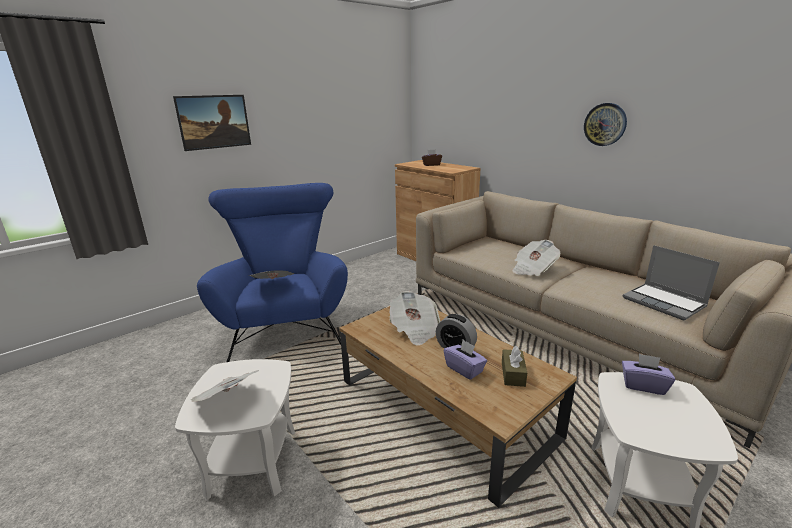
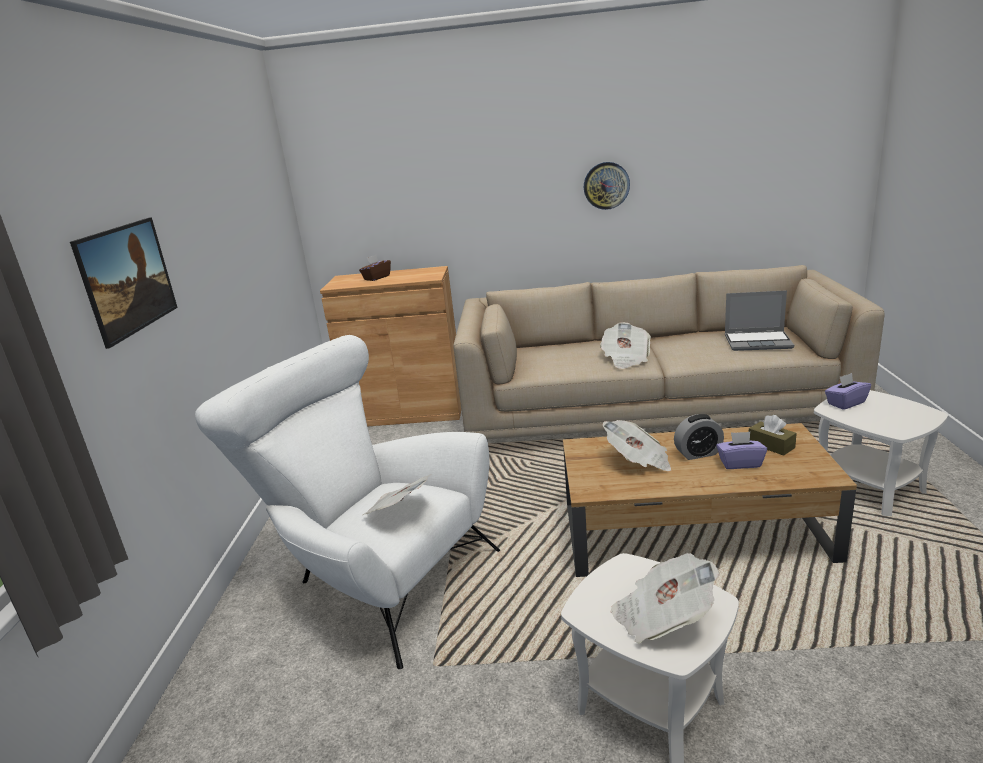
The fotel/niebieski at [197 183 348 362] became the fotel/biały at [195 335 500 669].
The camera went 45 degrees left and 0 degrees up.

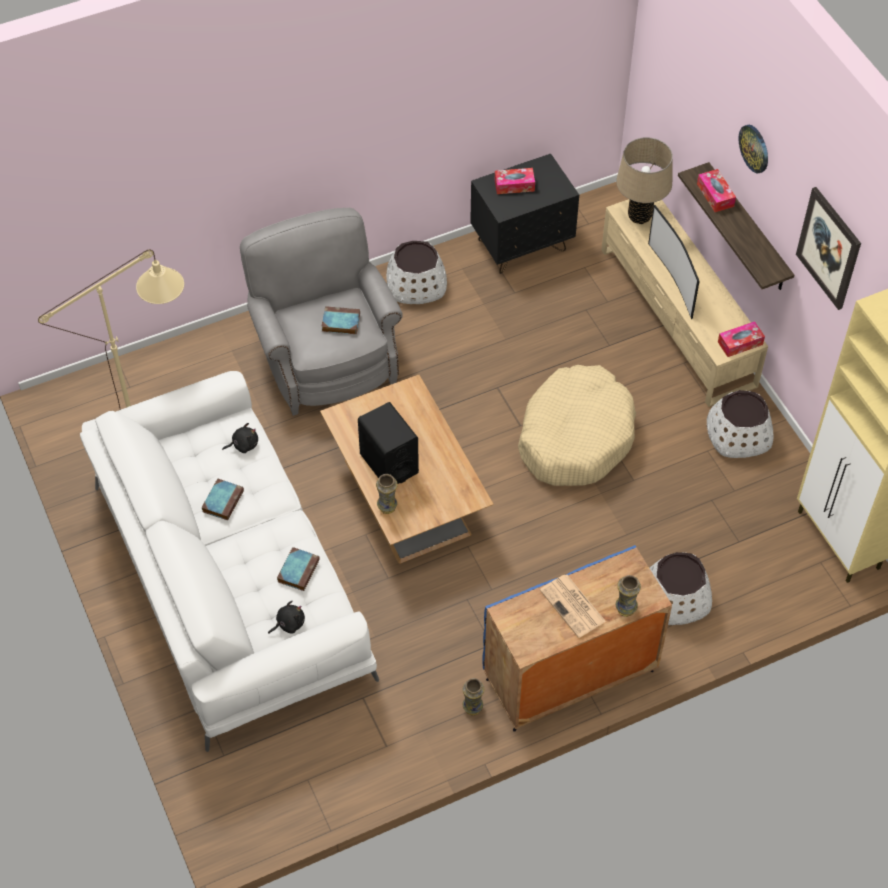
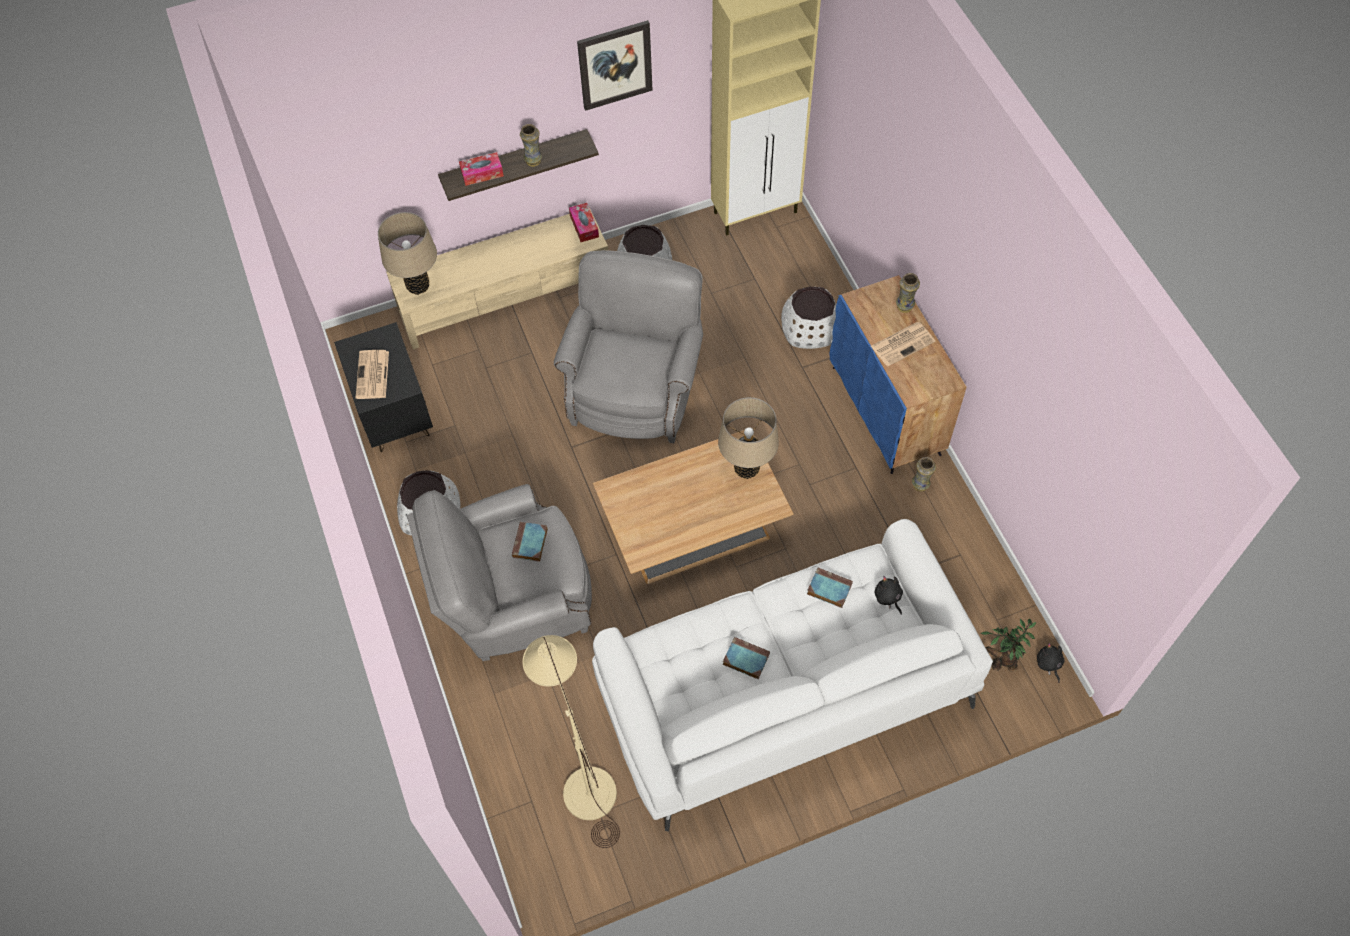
The głośnik/czarny at [358 402 419 484] disappeared.
The telewizor at [648 205 700 319] disappeared.
The zegar ścienny at [739 125 768 174] disappeared.
The lampa stołowa/beżowy at [718 397 779 479] appeared.
The roślina doniczkowa at [981 619 1037 672] appeared.
The pluszak/czarny moved from [222 423 258 453] to [1037 643 1065 683].
The wazon moved from [376 474 398 514] to [520 124 542 167].
The pudełko chusteczek at [495 168 535 194] was replaced by the gazeta at [356 350 389 399].
The legowisko/beżowy at [518 365 636 486] was replaced by the fotel/szary at [554 250 703 443].
The camera went 85 degrees left and 5 degrees up.

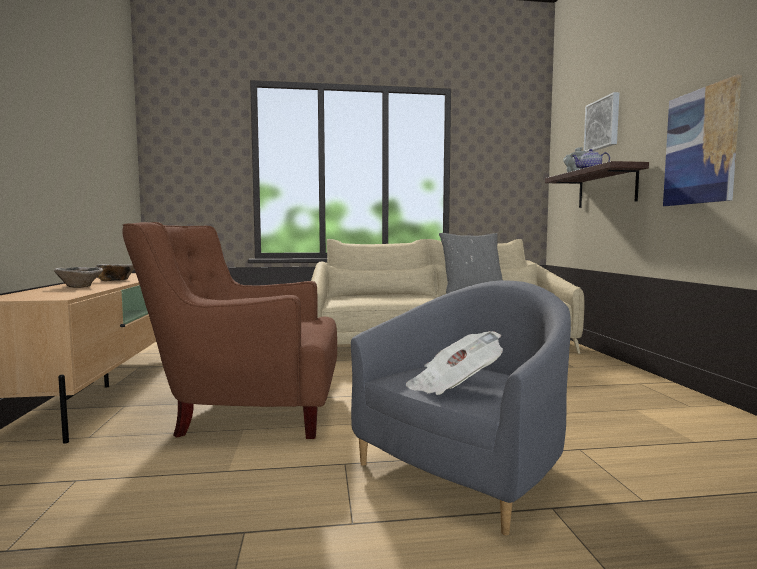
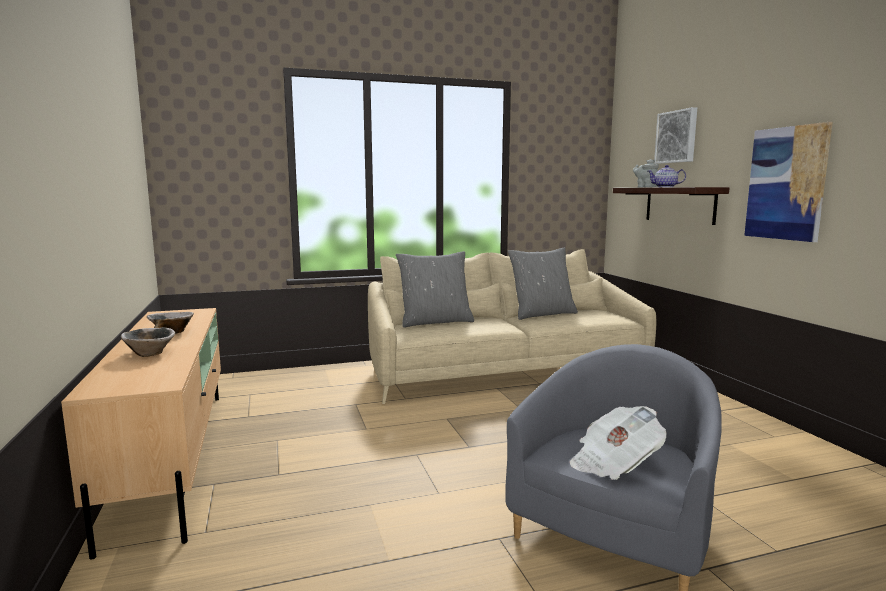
The fotel/brązowy at [122 222 337 439] disappeared.
The poduszka/szary at [396 251 474 328] appeared.
The camera went 10 degrees left and 5 degrees up.

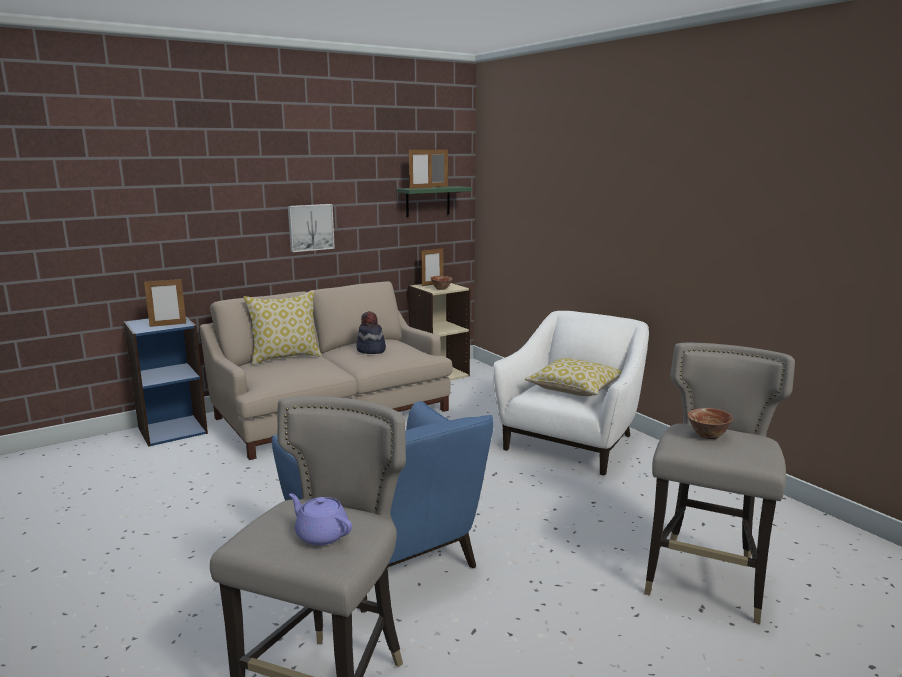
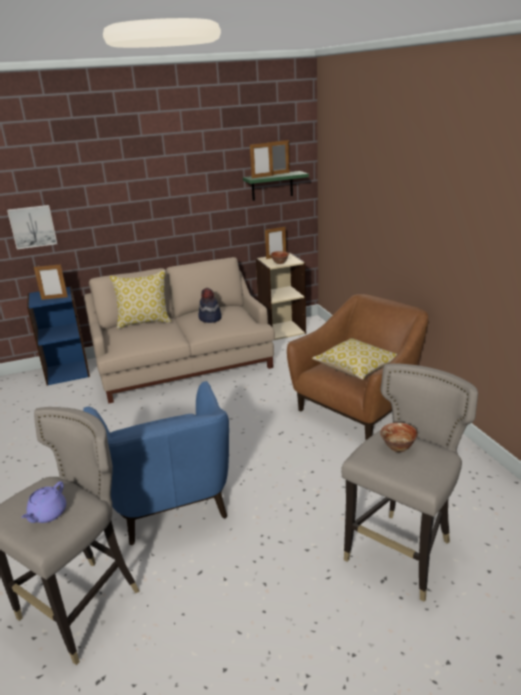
The obraz moved from [288 204 335 252] to [7 205 57 249].
The fotel/biały at [493 311 649 475] became the fotel/brązowy at [287 294 428 441].
The imbryk/fioletowy at [289 494 352 546] turned 120 degrees counterclockwise.
The camera went 15 degrees right and 10 degrees up.

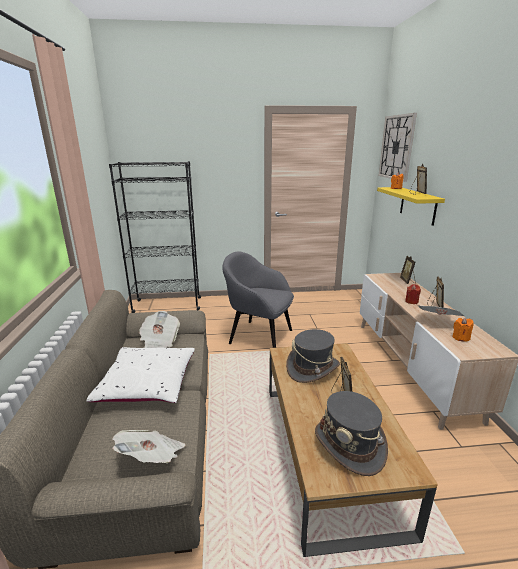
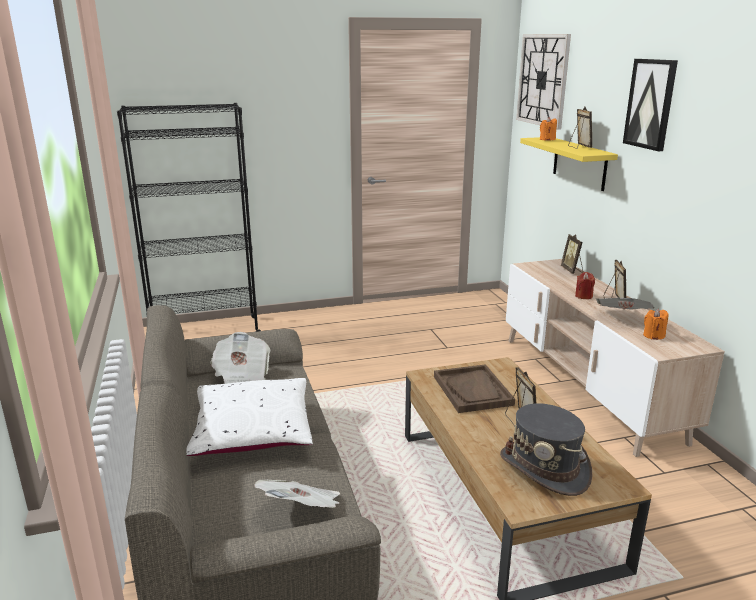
The fotel/szary at [222 252 294 348] disappeared.
The obraz at [623 59 678 151] appeared.
The kapelusz/szary at [286 329 340 383] was replaced by the taca/brązowy at [434 364 515 413].
The camera went 10 degrees left and 0 degrees up.

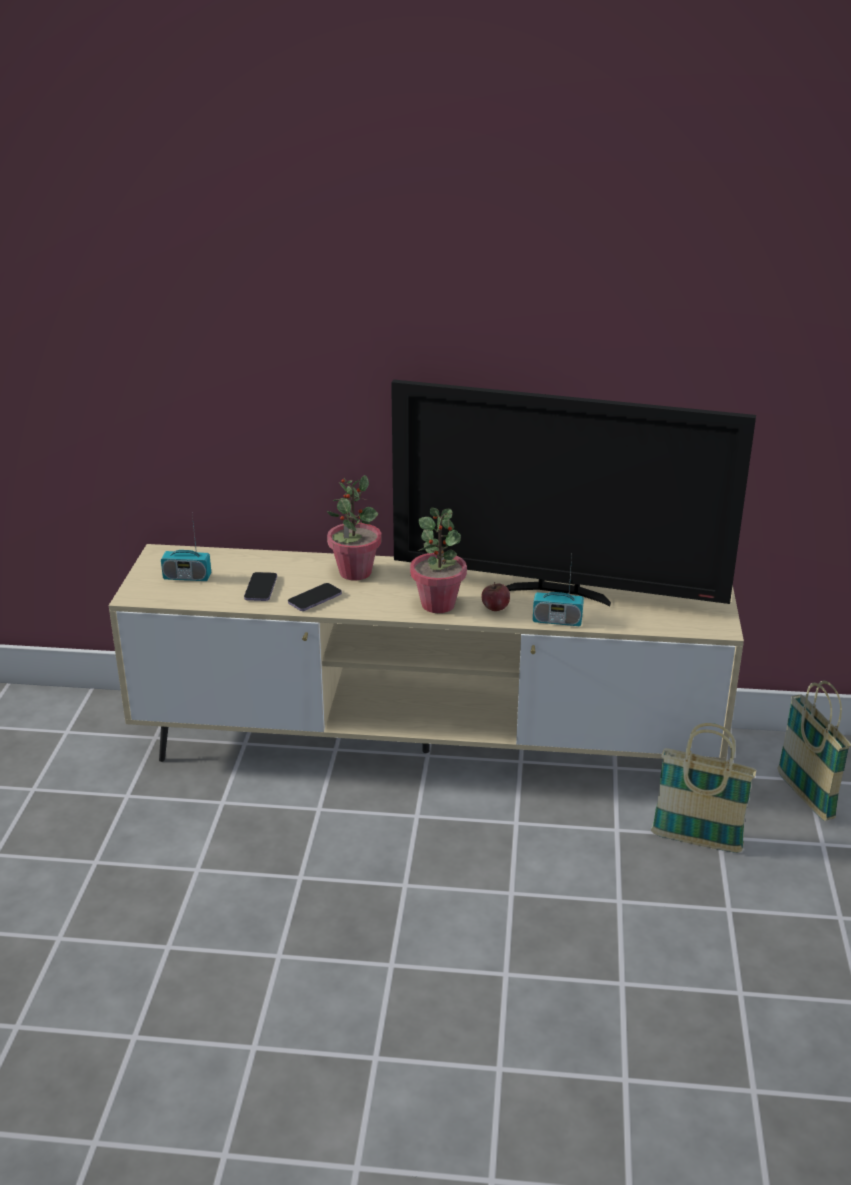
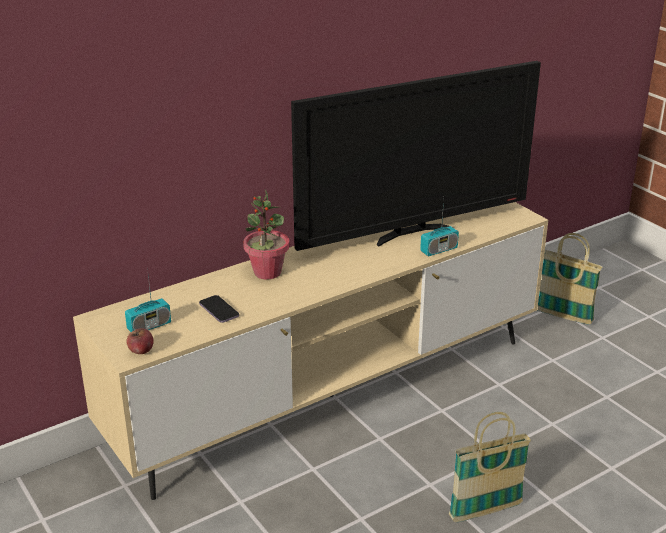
The telefon at [288 583 342 611] disappeared.
The roślina doniczkowa at [410 508 467 613] disappeared.
The jabłko moved from [481 582 510 611] to [126 328 154 354].
The koszyk moved from [651 723 756 853] to [449 412 531 522].
The camera went 40 degrees left and 0 degrees up.

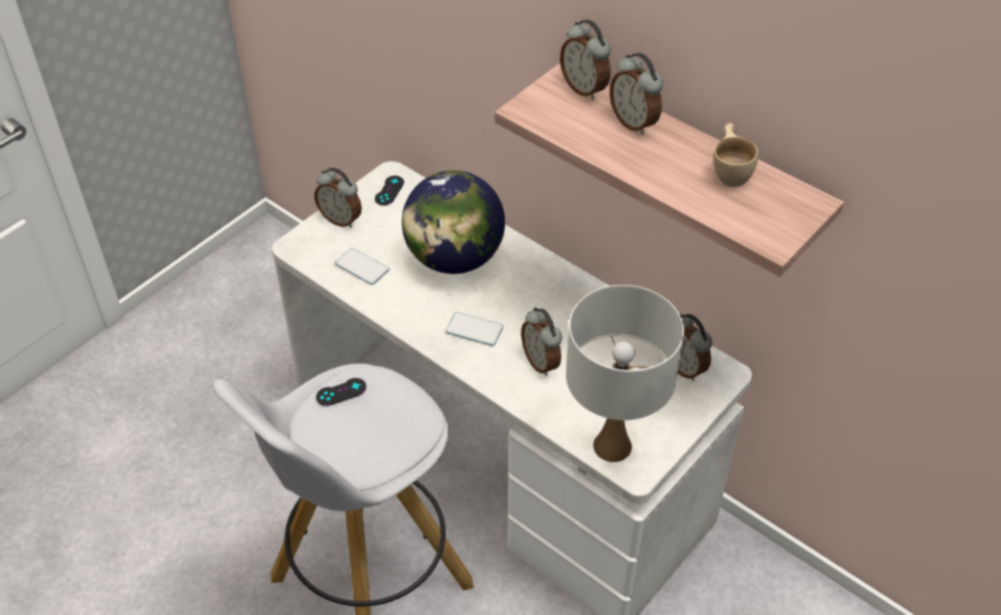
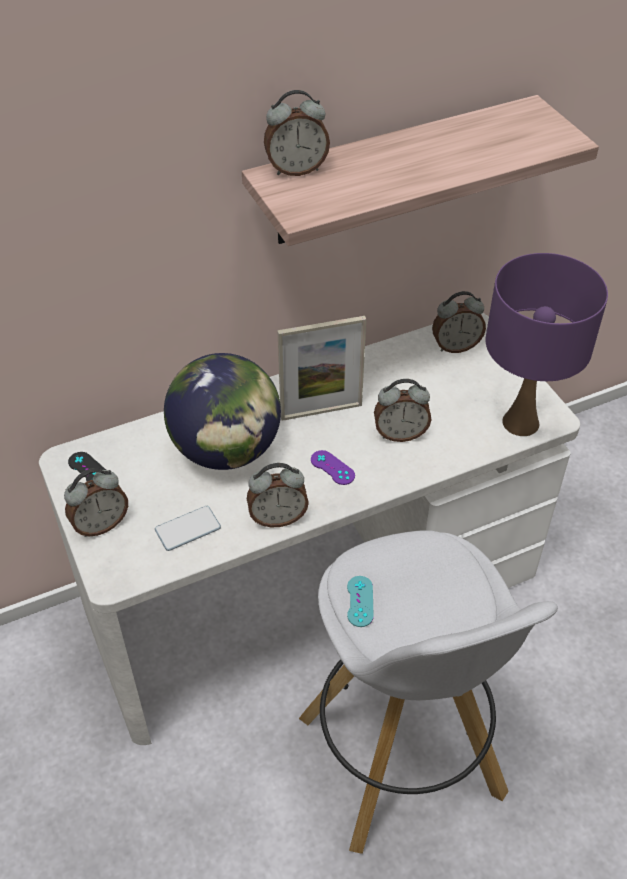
The filiżanka/beżowy at [713 123 758 187] disappeared.
The ramka na zdjęcie at [277 316 366 421] appeared.
The budzik moved from [610 53 663 135] to [247 463 309 527].
The telefon at [446 312 503 346] was replaced by the pad do gier/fioletowy at [311 450 355 485].
The pad do gier/czarny at [316 378 366 406] became the pad do gier/turkusowy at [347 576 374 627].
The lampa stołowa/biały at [566 285 684 462] became the lampa stołowa/fioletowy at [485 253 608 436].
The camera went 65 degrees left and 0 degrees up.

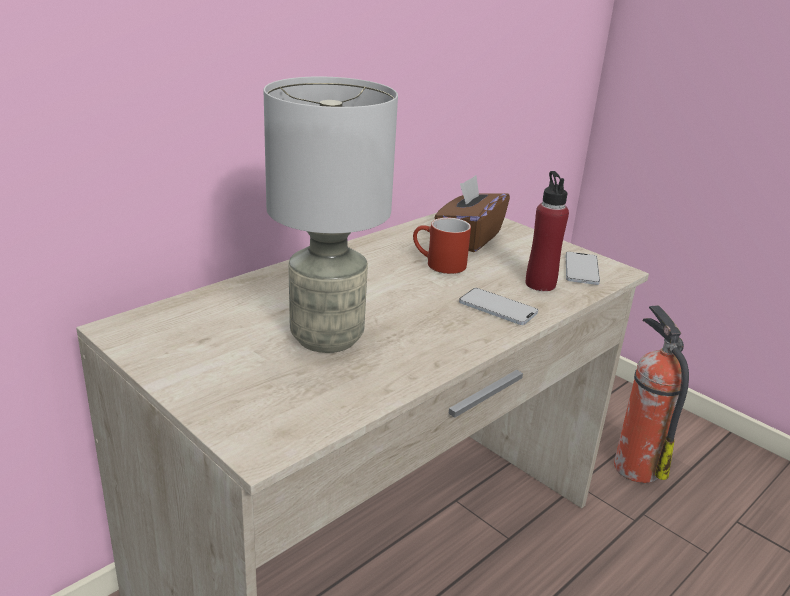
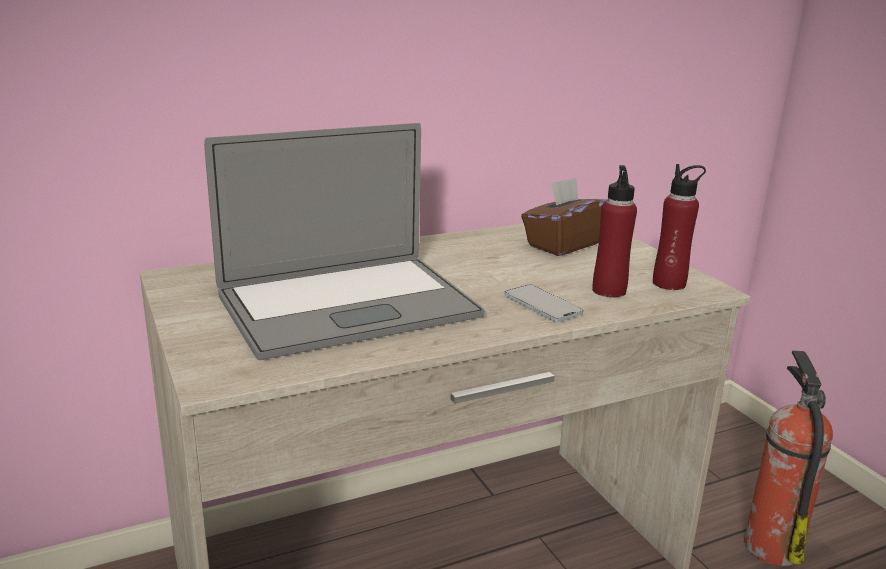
The kubek/czerwony at [413 218 471 274] disappeared.
The lampa stołowa/szary at [264 76 398 353] was replaced by the laptop at [204 123 485 360].
The telefon at [566 252 600 285] was replaced by the butelka/czerwony at [653 164 706 290].
The camera went 20 degrees right and 5 degrees down.

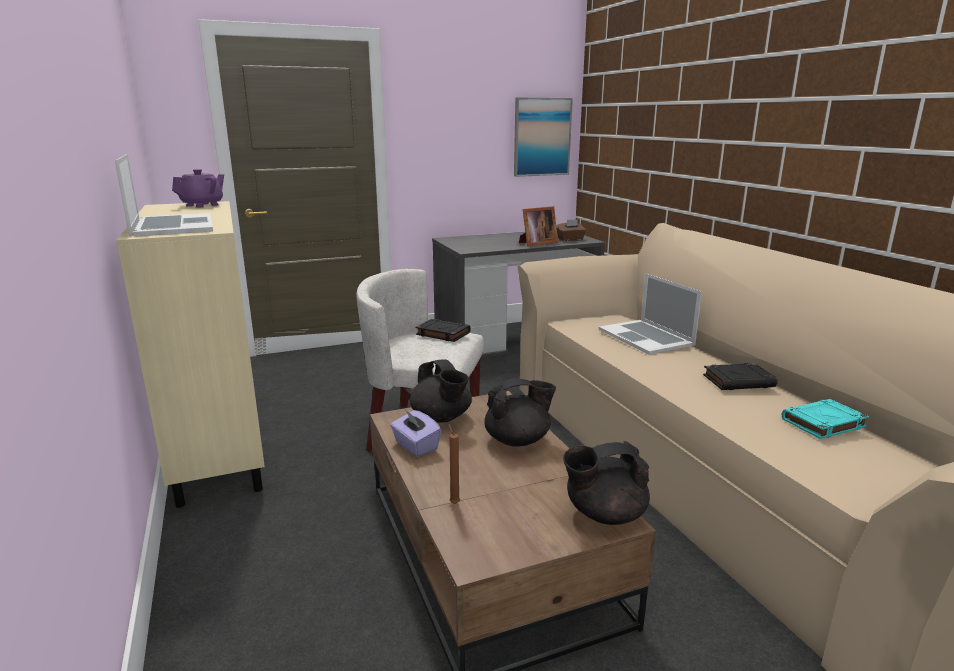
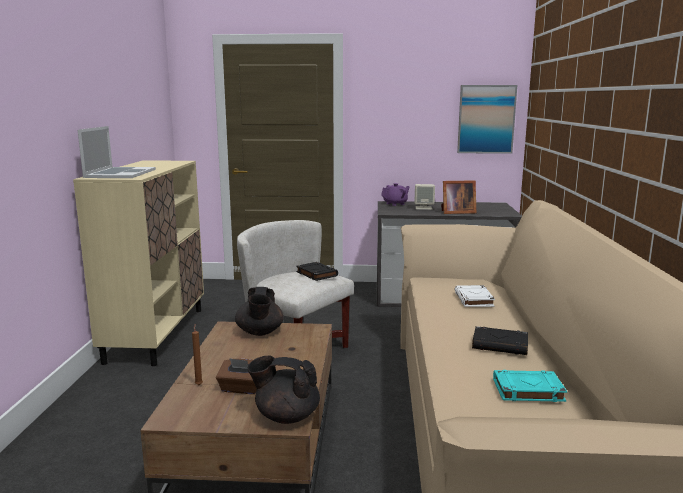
The pudełko chusteczek/fioletowy at [390 409 441 457] disappeared.
The imbryk/czarny at [484 379 556 447] disappeared.
The głośnik/beżowy at [415 184 435 210] appeared.
The imbryk/fioletowy moved from [172 169 224 208] to [381 183 410 206].
The pudełko chusteczek/brązowy moved from [556 219 586 241] to [216 358 257 394].
The laptop at [598 273 702 355] was replaced by the książka/biały at [455 285 495 307].
The camera went 25 degrees right and 5 degrees down.

